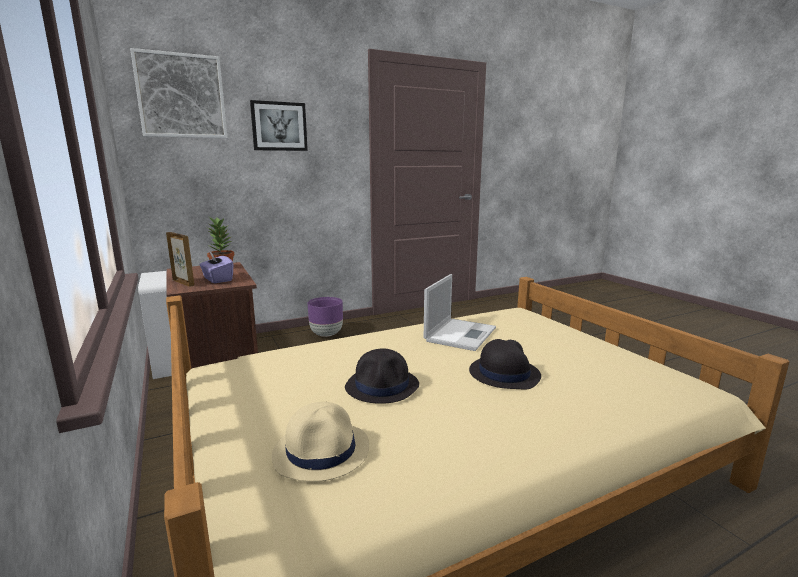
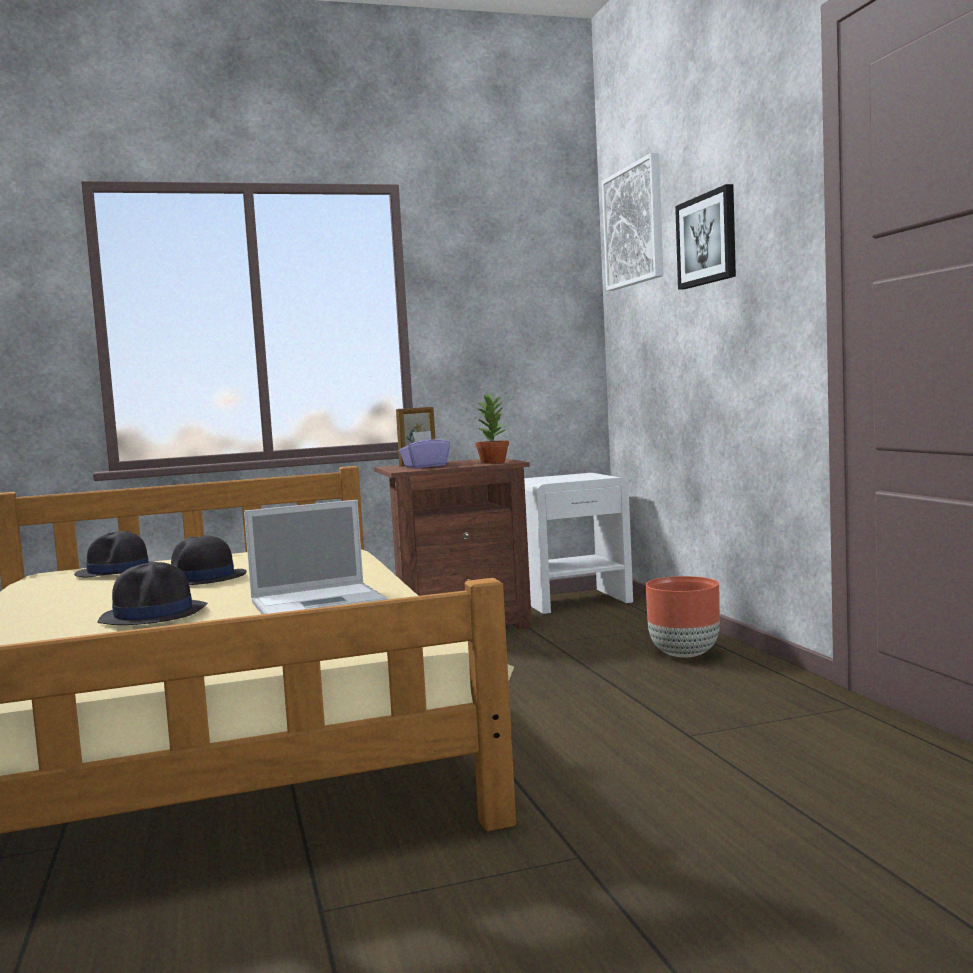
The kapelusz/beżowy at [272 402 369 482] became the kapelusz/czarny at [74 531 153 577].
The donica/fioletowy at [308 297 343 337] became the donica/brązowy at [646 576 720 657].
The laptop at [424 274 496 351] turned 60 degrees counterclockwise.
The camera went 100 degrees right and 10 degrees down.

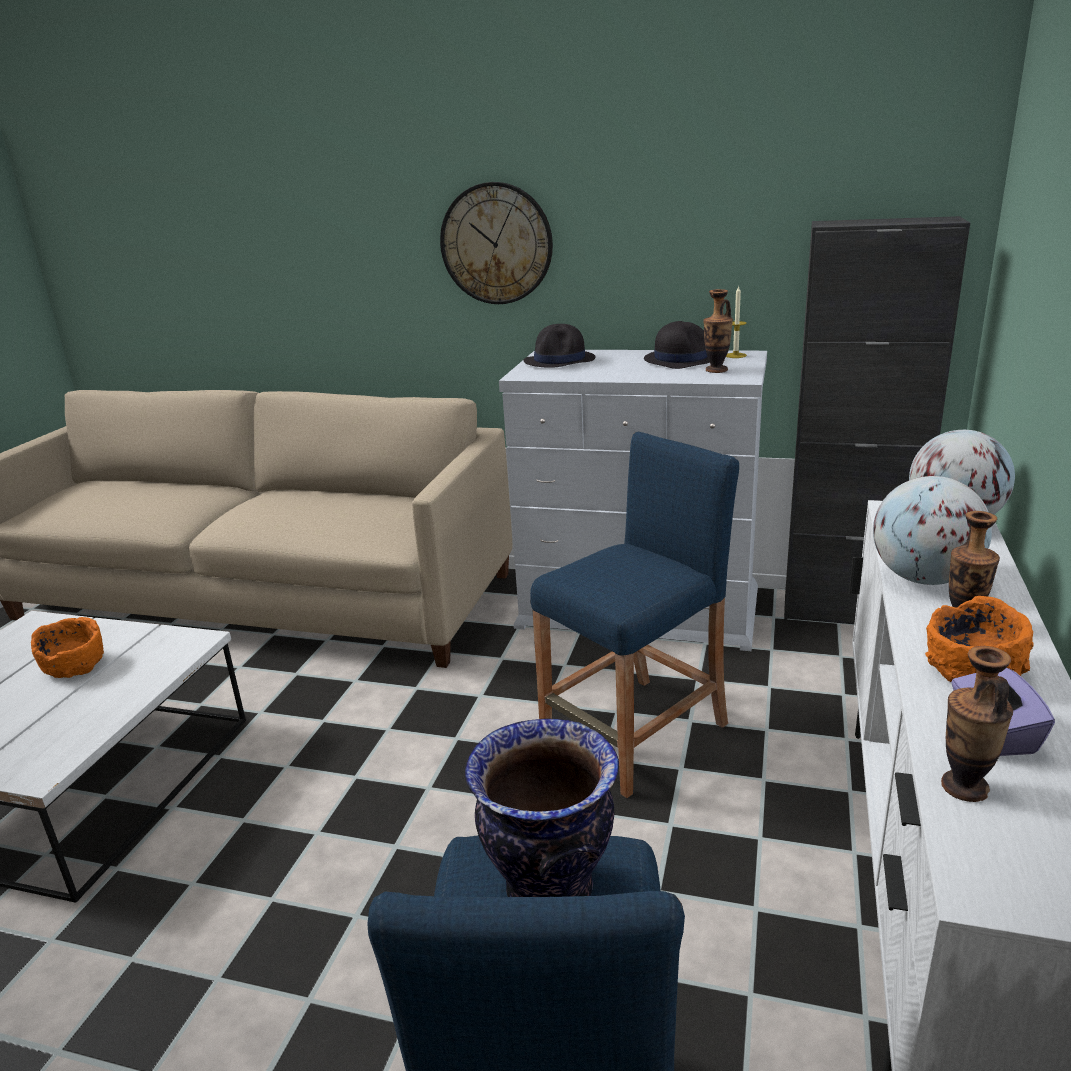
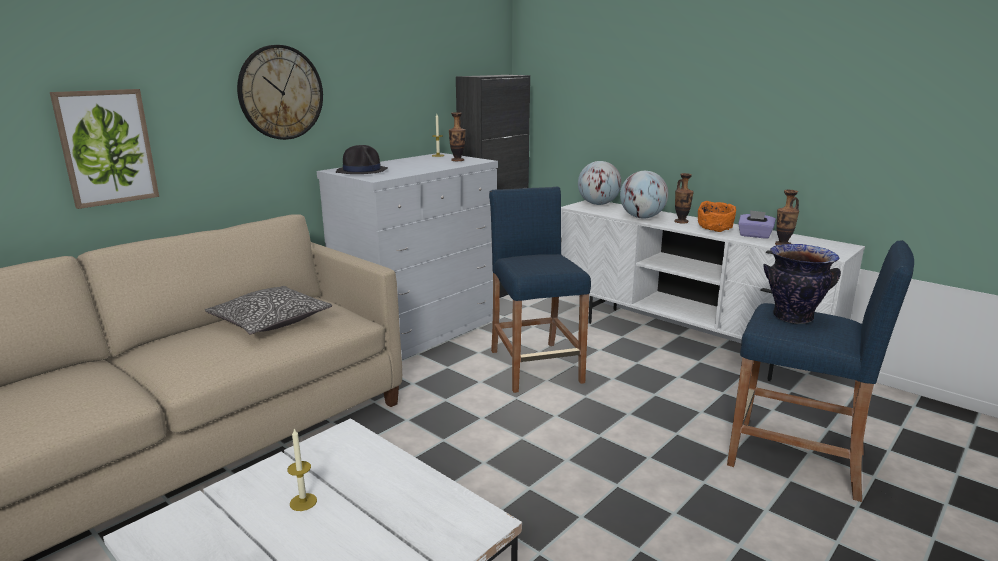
The kapelusz/czarny at [644 321 710 369] disappeared.
The obraz at [50 89 159 209] appeared.
The poduszka at [205 286 332 334] appeared.
The miska/pomarańczowy at [31 617 104 678] was replaced by the świeca at [287 428 317 511].
The camera went 65 degrees left and 5 degrees down.

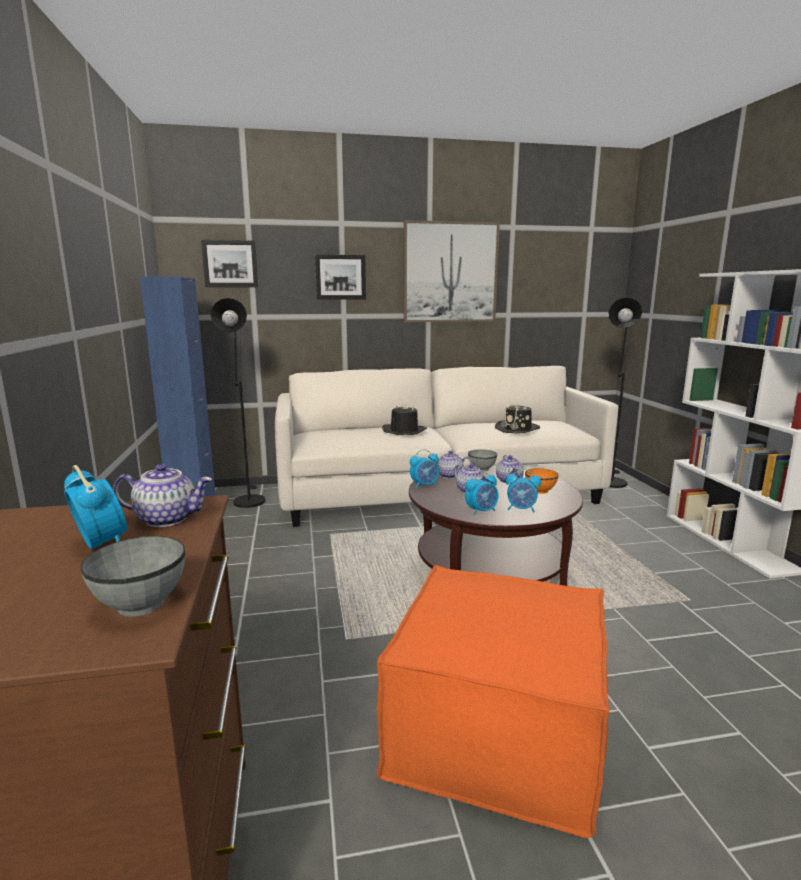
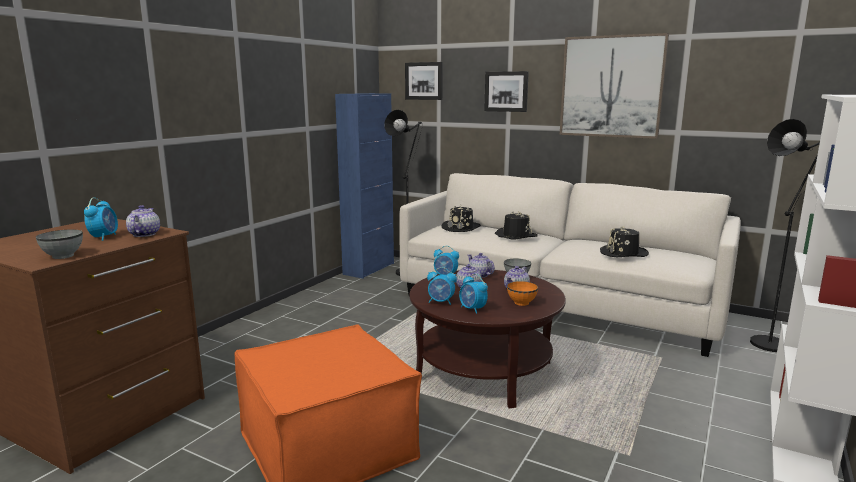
The kapelusz/czarny at [442 205 481 232] appeared.
The imbryk at [113 464 212 527] turned 135 degrees counterclockwise.
The camera went 40 degrees right and 0 degrees up.

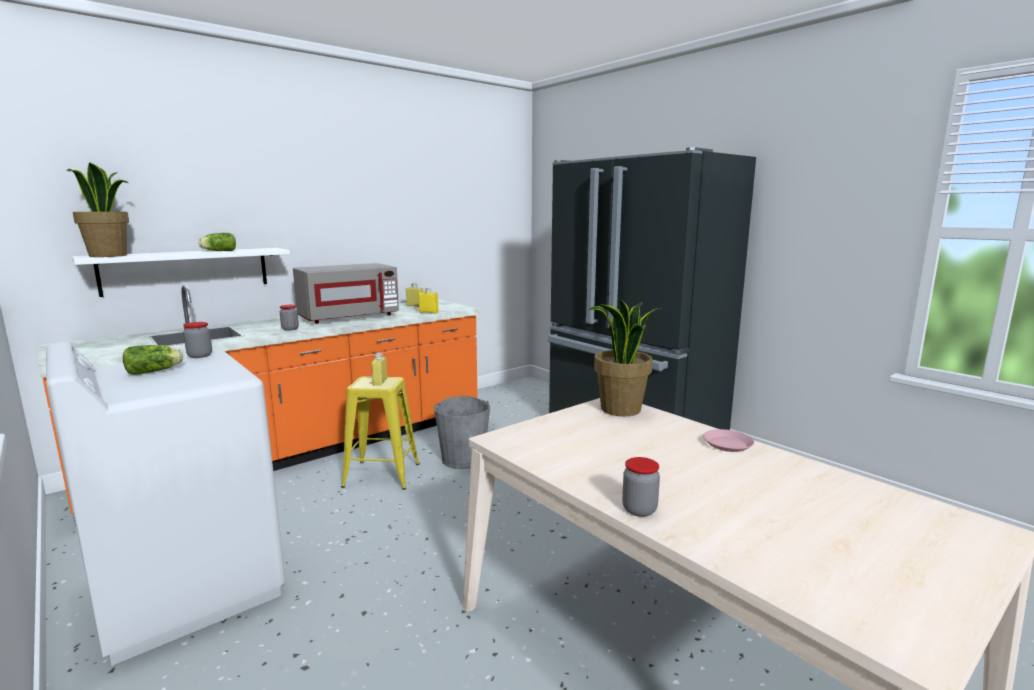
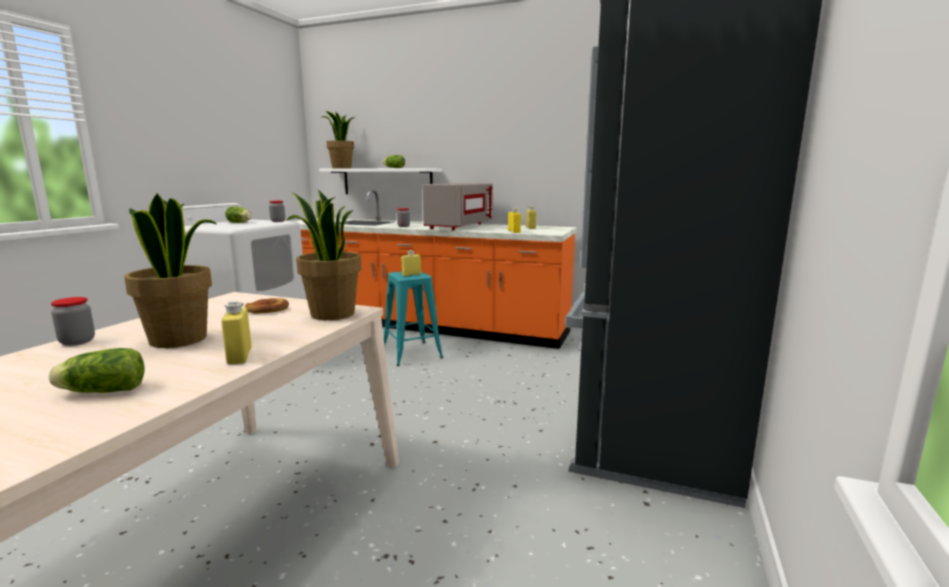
The wiadro/szary at [434 395 490 469] disappeared.
The sałata at [49 348 145 393] appeared.
The roślina doniczkowa at [124 194 217 348] appeared.
The chleb at [245 298 289 314] appeared.
The talerz/różowy at [703 429 754 452] was replaced by the butelka/żółty at [221 300 252 365].
The stołek/żółty at [341 376 419 490] became the stołek/turkusowy at [384 271 443 366].
The mikrofalówka/szary at [293 263 399 324] turned 90 degrees counterclockwise.
The camera went 60 degrees right and 0 degrees up.

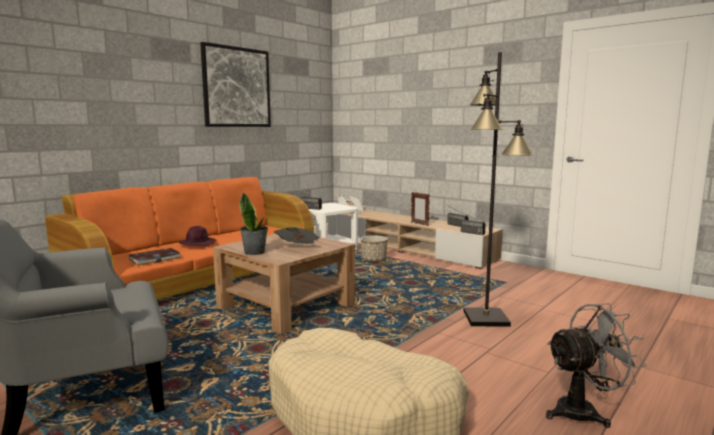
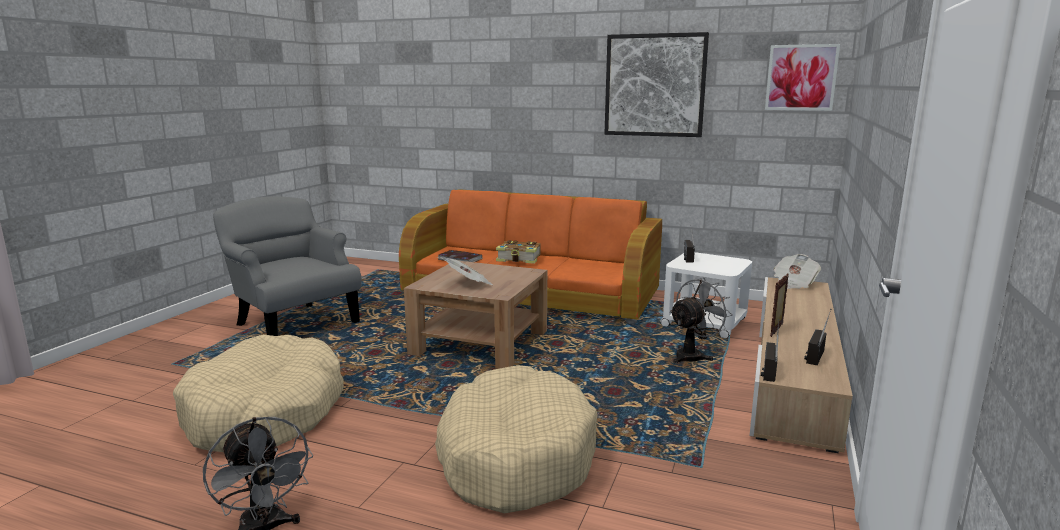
The roślina doniczkowa at [239 192 268 255] disappeared.
The obraz at [765 44 840 111] appeared.
The kapelusz/fioletowy at [178 226 216 246] was replaced by the książka at [496 240 541 264].
The donica at [361 235 388 262] was replaced by the wentylator/szary at [670 277 733 364].
The lampa stojąca/czarny at [463 52 533 327] was replaced by the legowisko/beżowy at [435 365 598 513].
The camera went 70 degrees right and 5 degrees up.

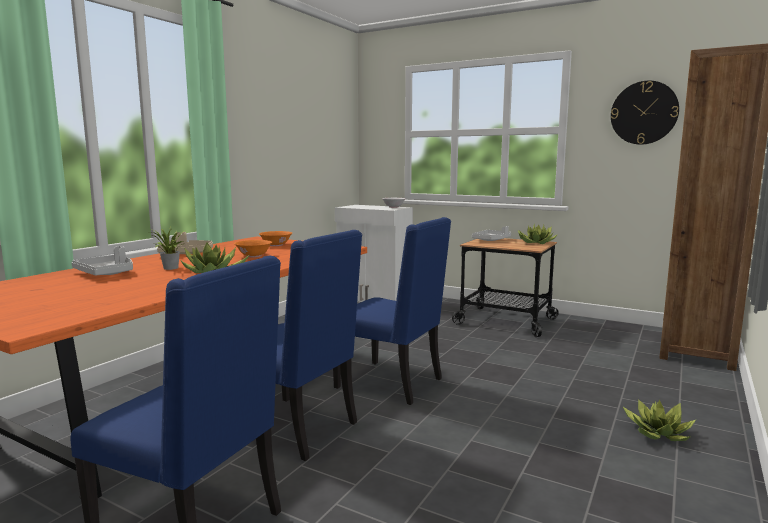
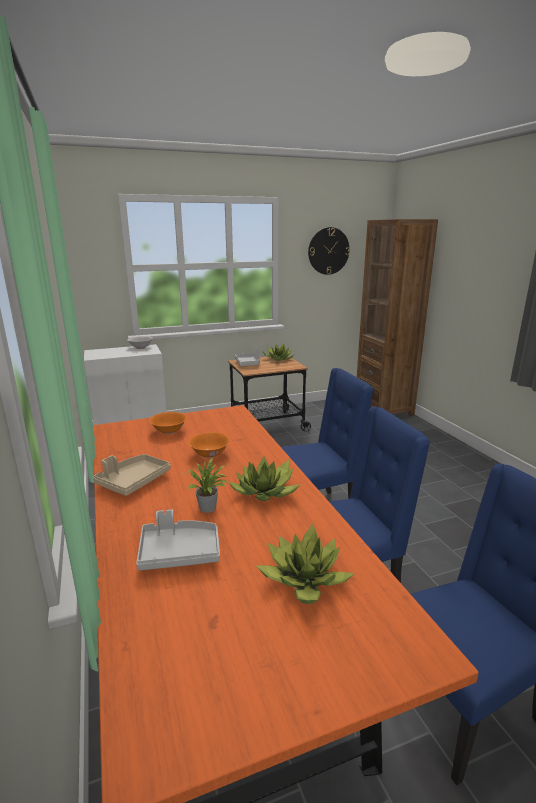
The roślina doniczkowa moved from [622 399 696 441] to [256 523 355 604].
The camera went 50 degrees left and 10 degrees up.

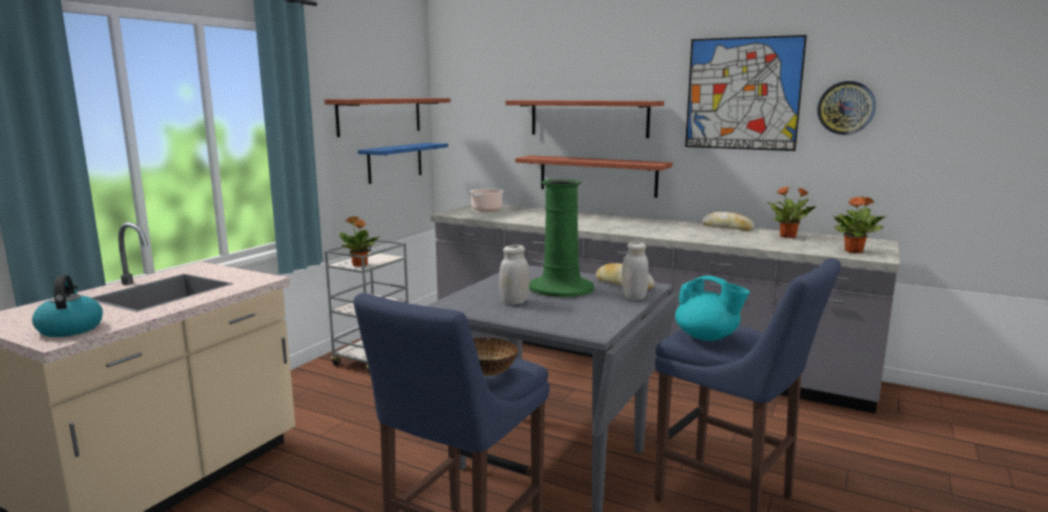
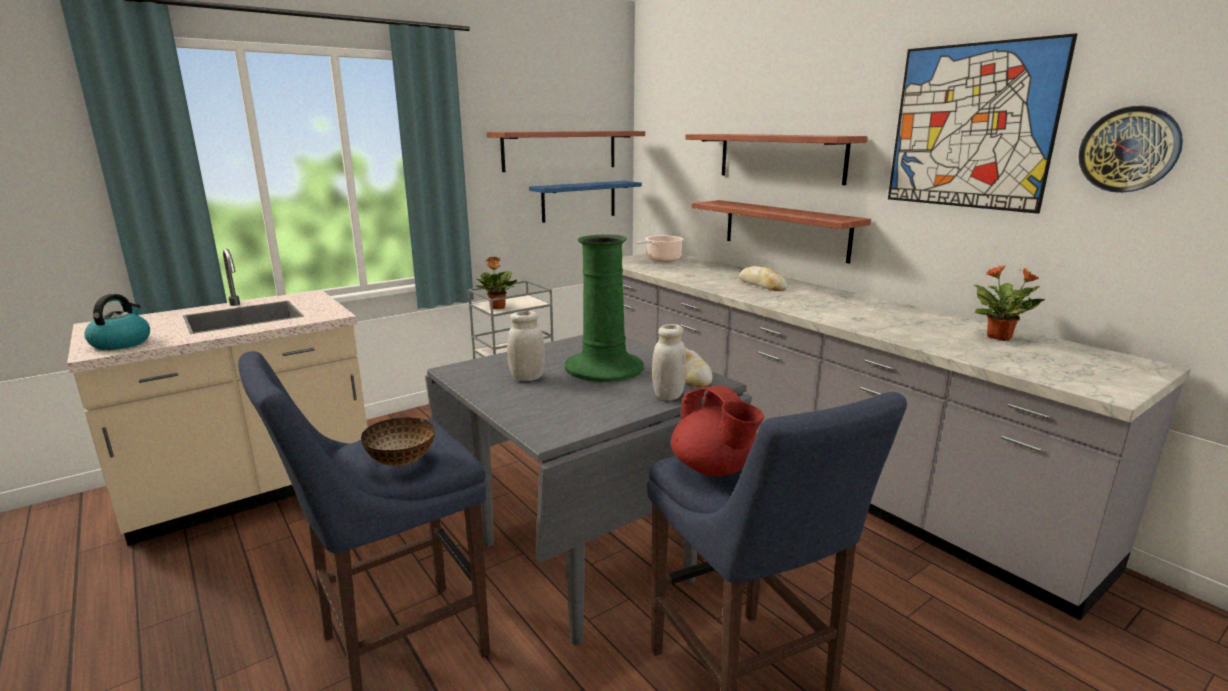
The roślina doniczkowa at [833 196 887 253] disappeared.
The chleb moved from [702 212 754 231] to [739 266 788 291].
The imbryk/turkusowy at [675 276 750 341] became the imbryk/czerwony at [671 386 764 477].
The camera went 25 degrees right and 5 degrees up.

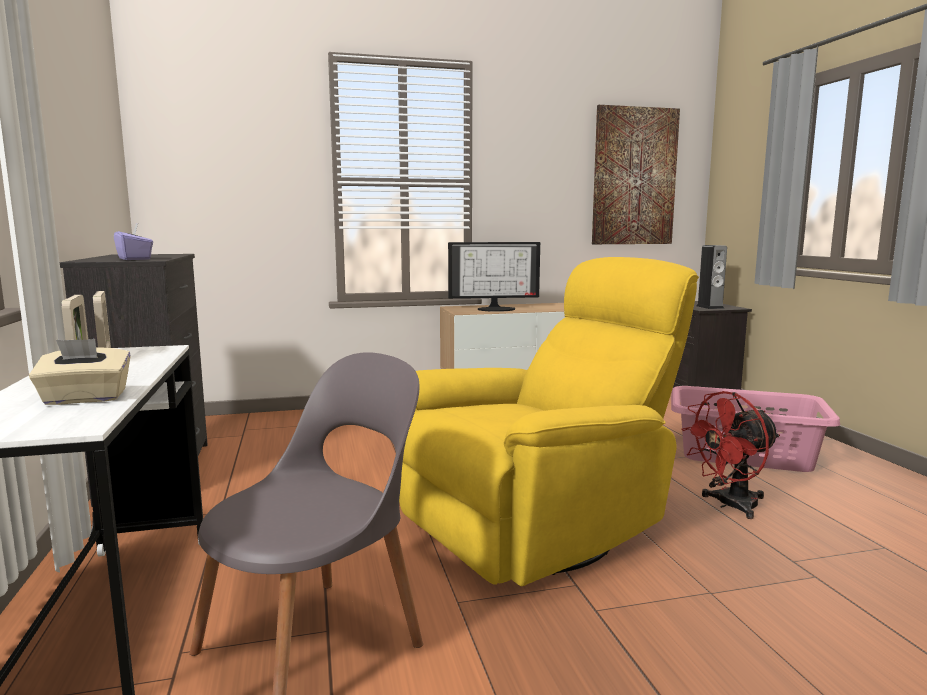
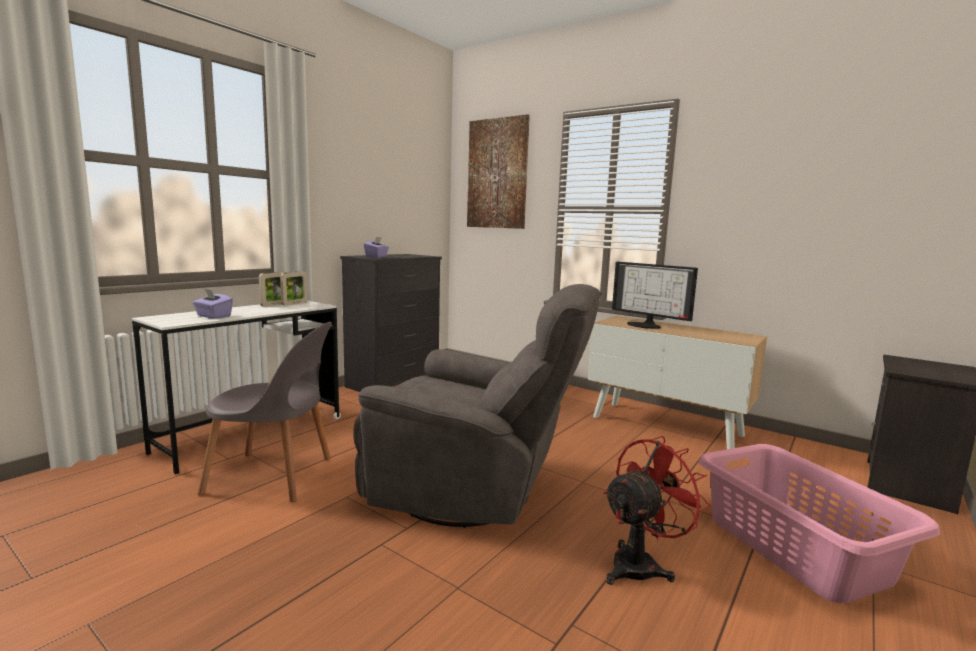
The głośnik at [696 245 727 309] disappeared.
The obraz moved from [592 105 680 244] to [467 114 530 229].
The pudełko chusteczek/beżowy at [29 339 131 405] became the pudełko chusteczek/fioletowy at [193 288 233 319].
The fotel/żółty at [399 257 699 586] became the fotel/szary at [353 284 602 528].
The wentylator/czerwony at [681 391 780 519] turned 120 degrees clockwise.
The camera went 50 degrees right and 0 degrees up.

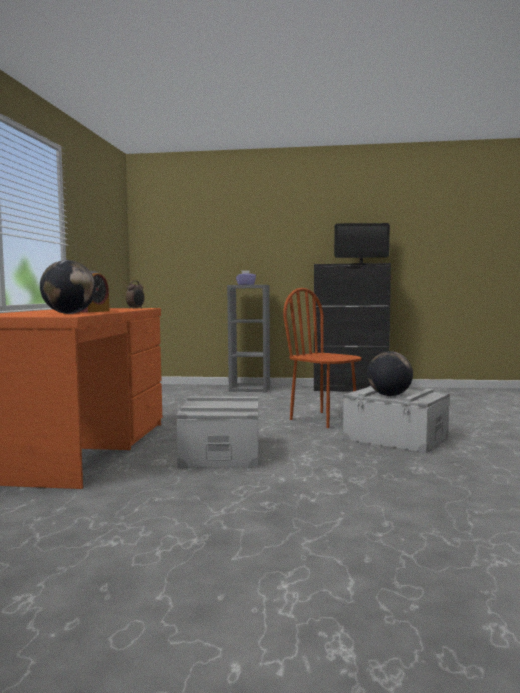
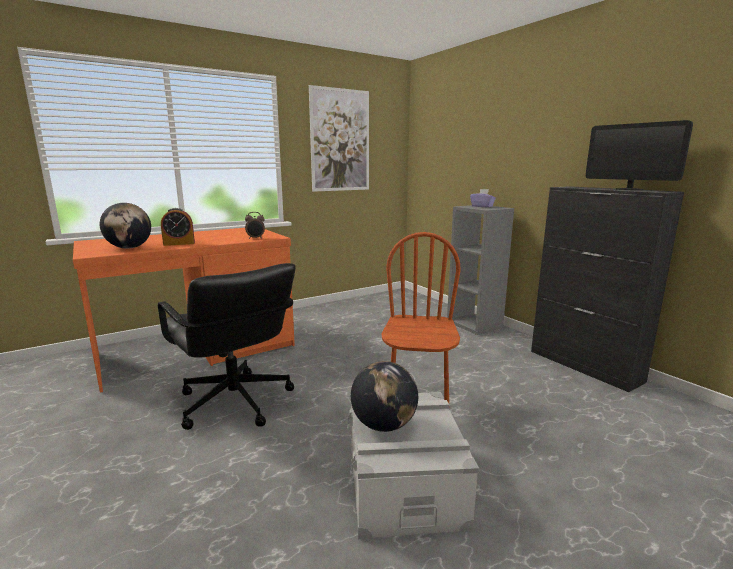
The obraz at [309 85 369 192] appeared.
The pojemnik do przechowywania/szary at [176 396 259 468] was replaced by the krzesło biurowe/czarny at [158 263 296 430].
The camera went 50 degrees right and 10 degrees up.

